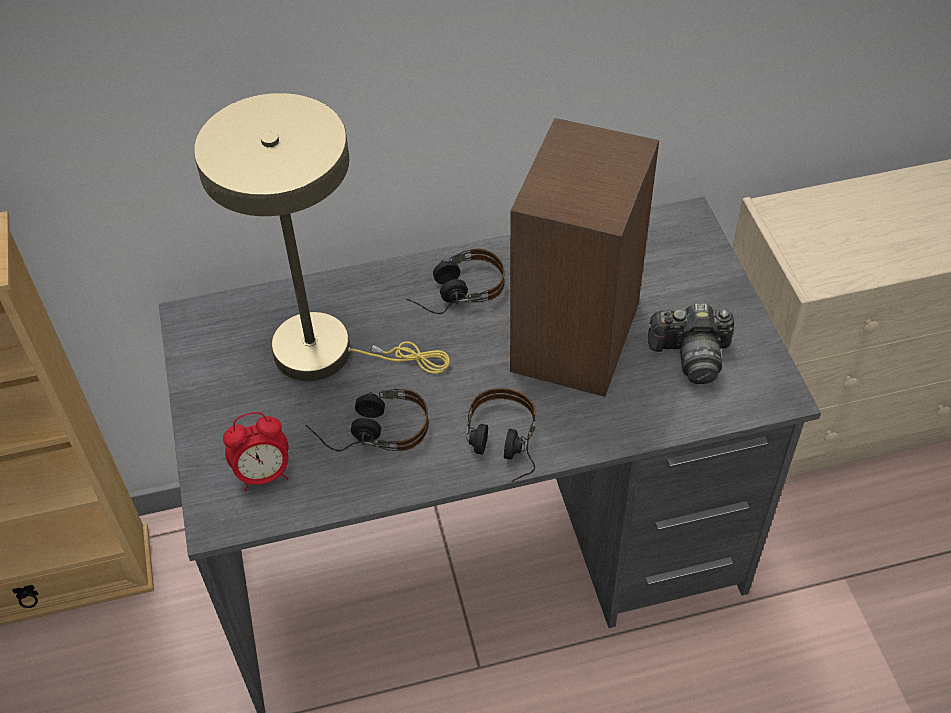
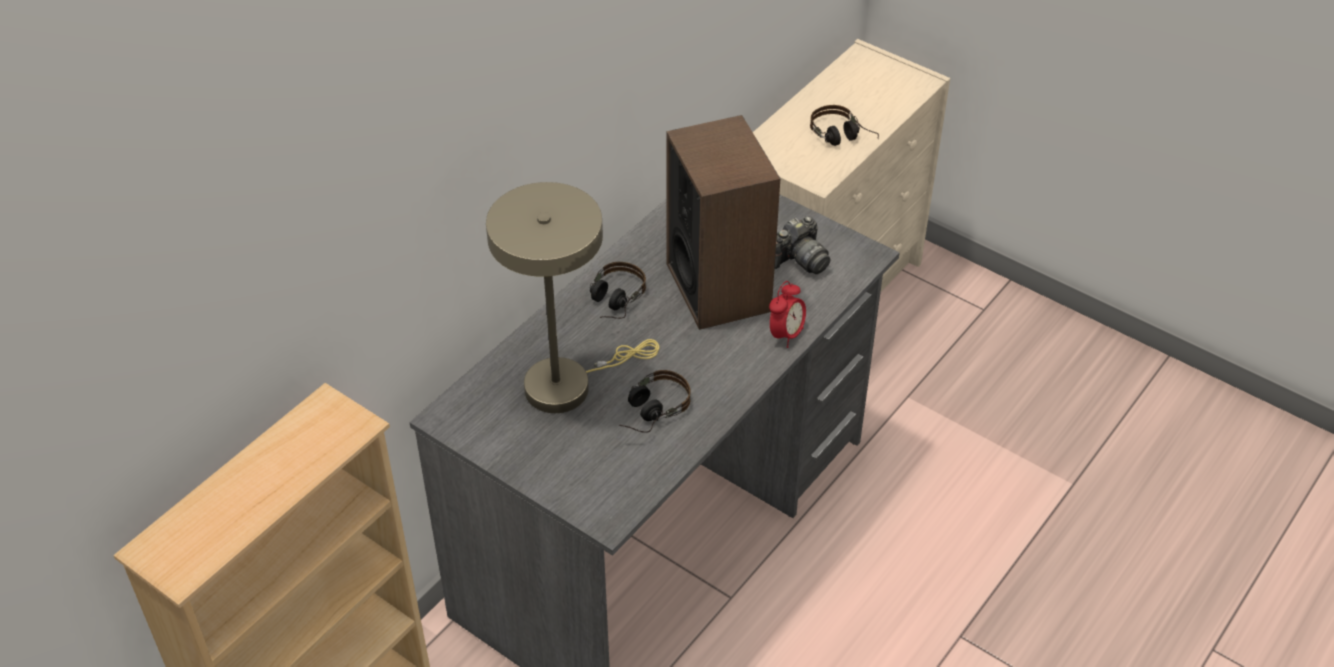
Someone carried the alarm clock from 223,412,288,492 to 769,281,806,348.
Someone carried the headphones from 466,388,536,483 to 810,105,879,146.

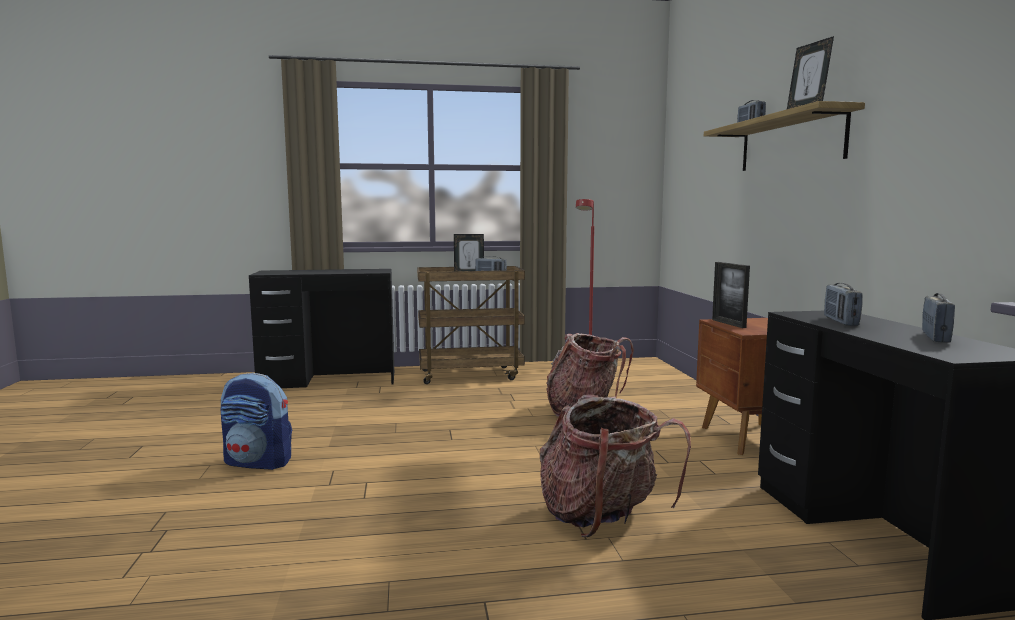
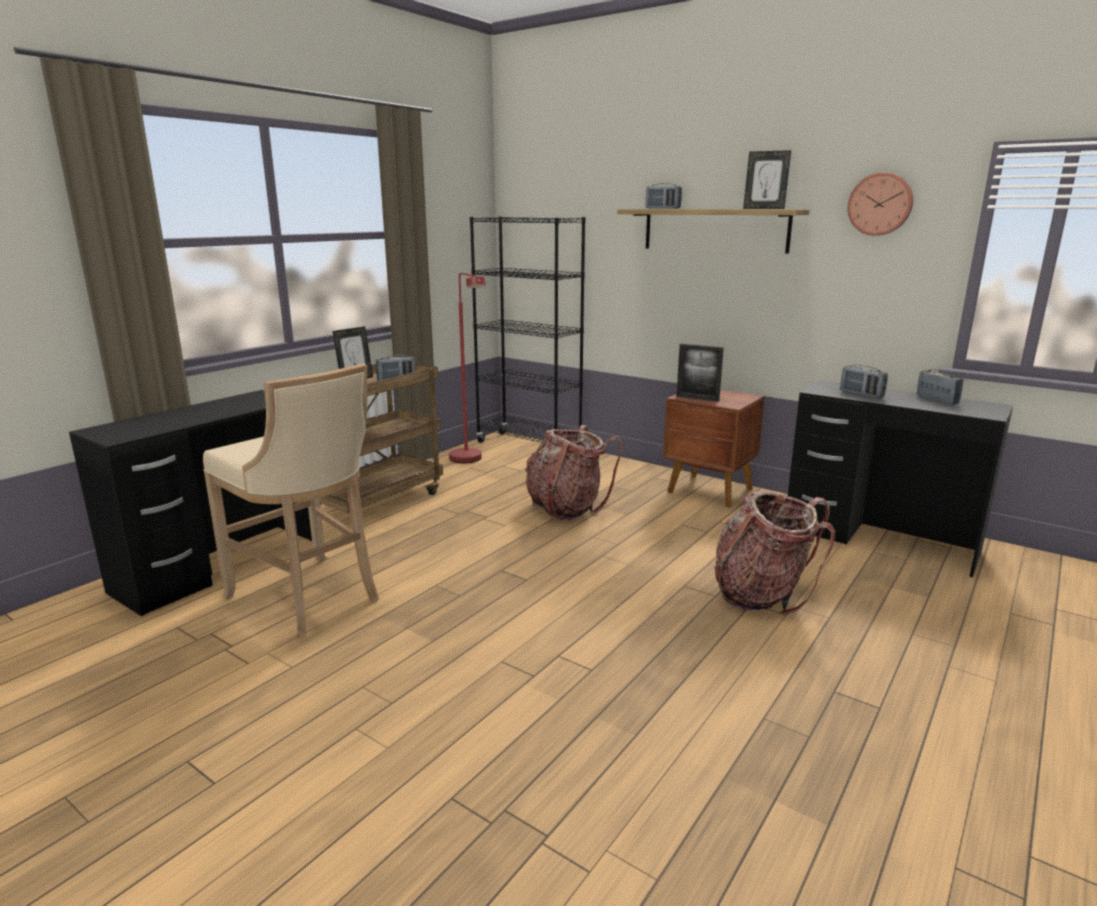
Someone put down the beige stool at 203,364,379,636.
Someone put down the black bookcase at 470,216,585,443.
Someone put up the wall clock at 848,172,913,236.
Someone took away the backpack at 221,373,292,470.

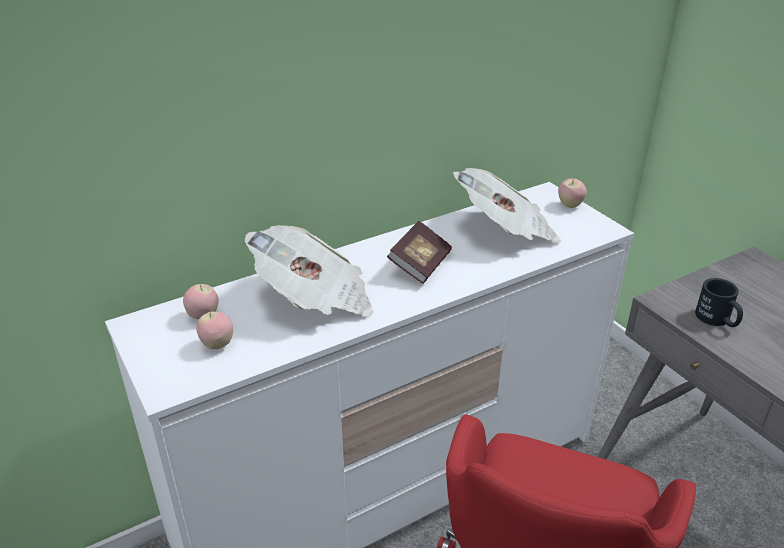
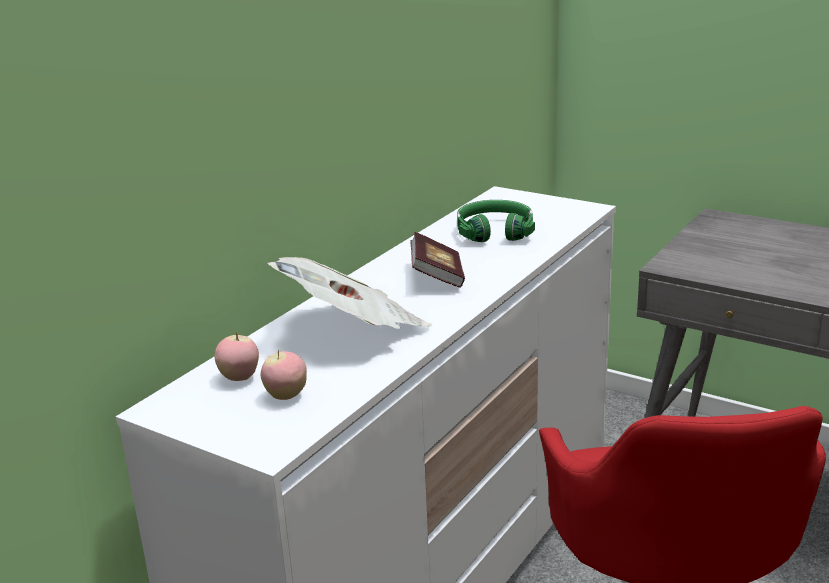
Someone swapped the newspaper at 453,168,562,242 for the green headphones at 457,200,535,242.
Someone took away the apple at 558,178,587,208.
Someone took away the black mug at 695,278,743,327.

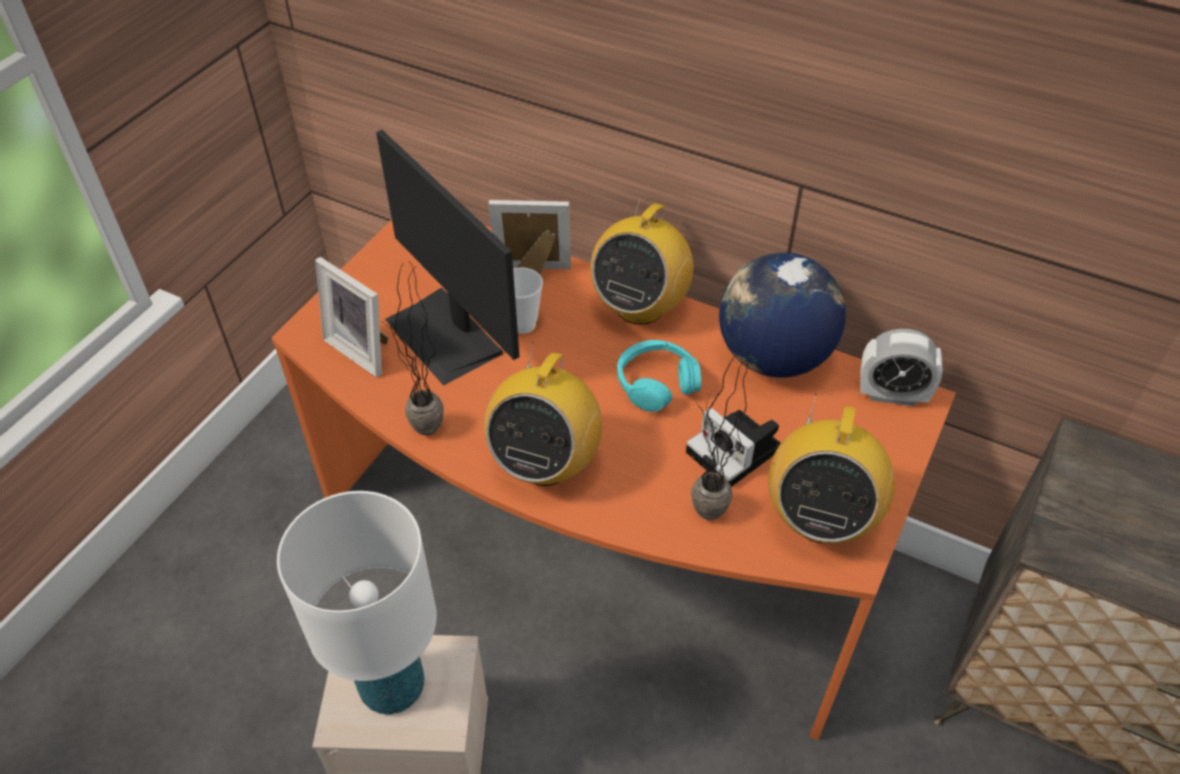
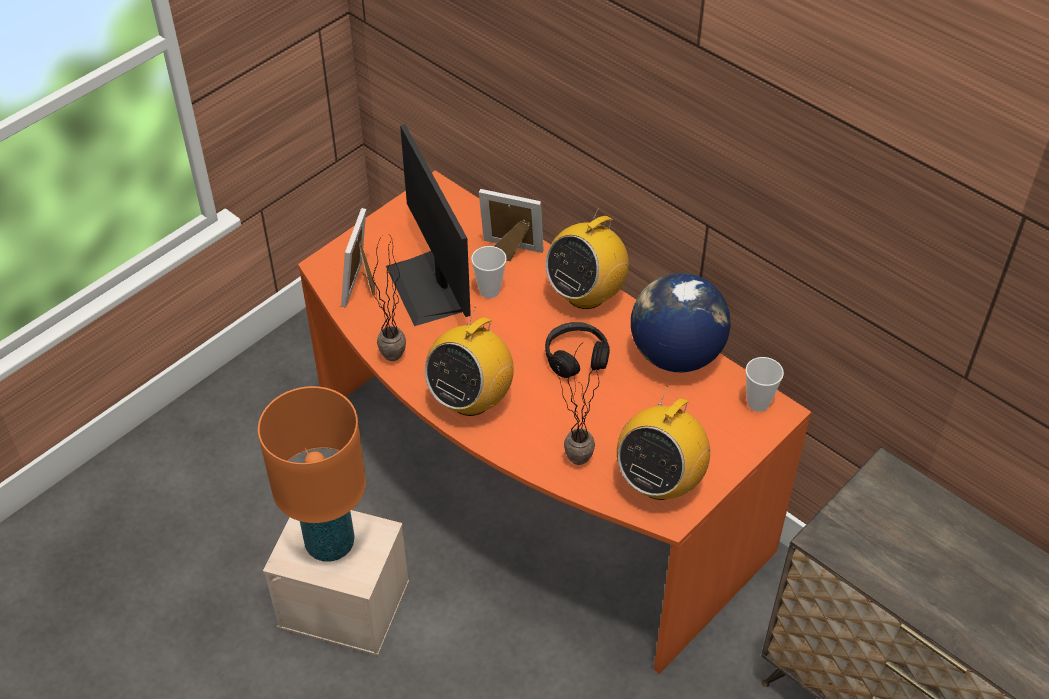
Someone repainted the white table lamp at 277,491,437,714, which became the orange table lamp at 258,386,366,562.
Someone rotated the picture frame at 315,257,389,377 by 45 degrees clockwise.
Someone repainted the turquoise headphones at 617,340,701,412, which became the black headphones at 545,322,610,378.
Someone swapped the alarm clock at 860,329,943,406 for the cup at 746,357,784,412.
Someone took away the photo camera at 686,408,781,487.

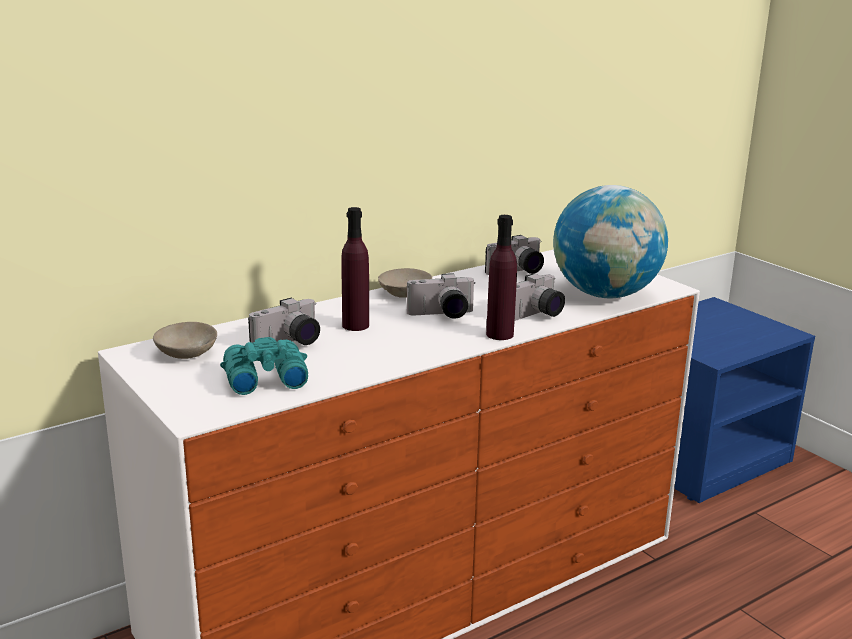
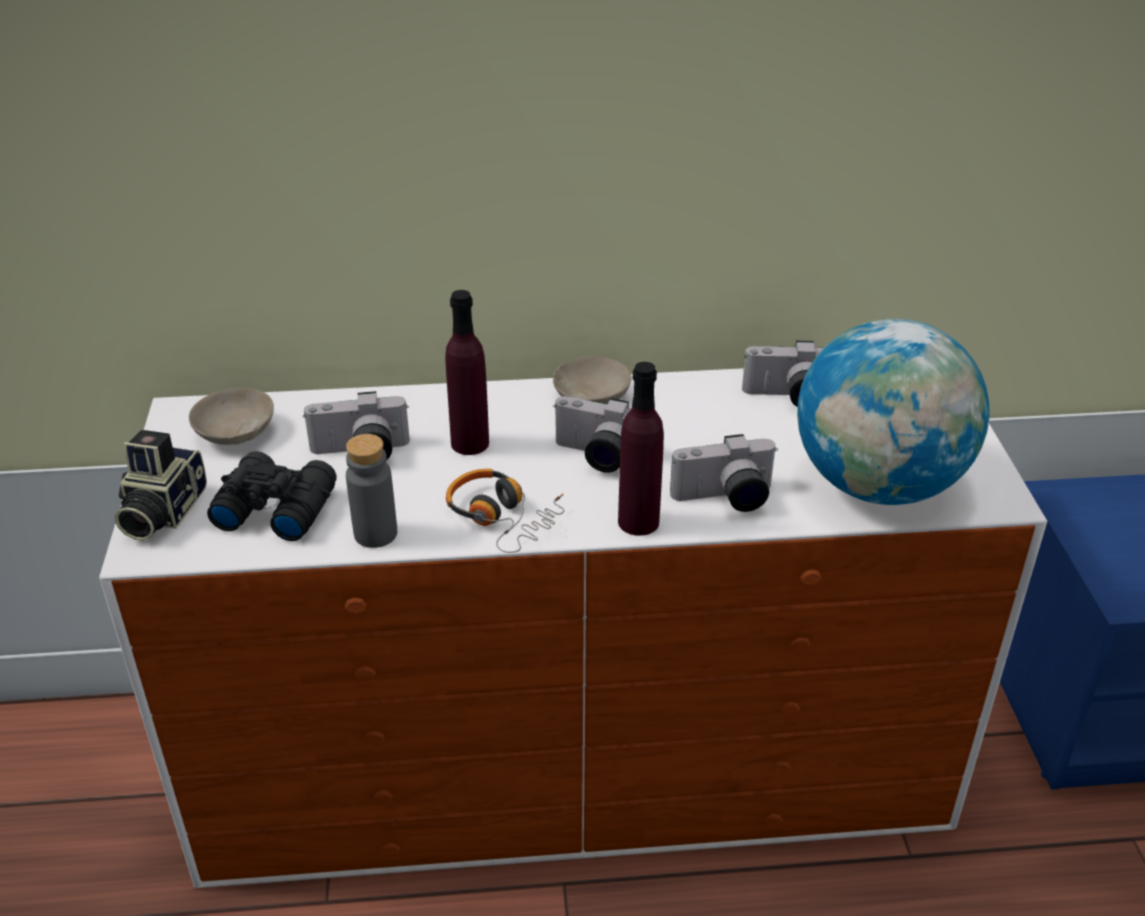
Someone put down the photo camera at 115,430,207,541.
Someone repainted the turquoise binoculars at 220,337,308,395, which became the black binoculars at 207,451,336,541.
Someone put down the grey bottle at 346,434,397,548.
Someone put down the headphones at 446,469,565,553.

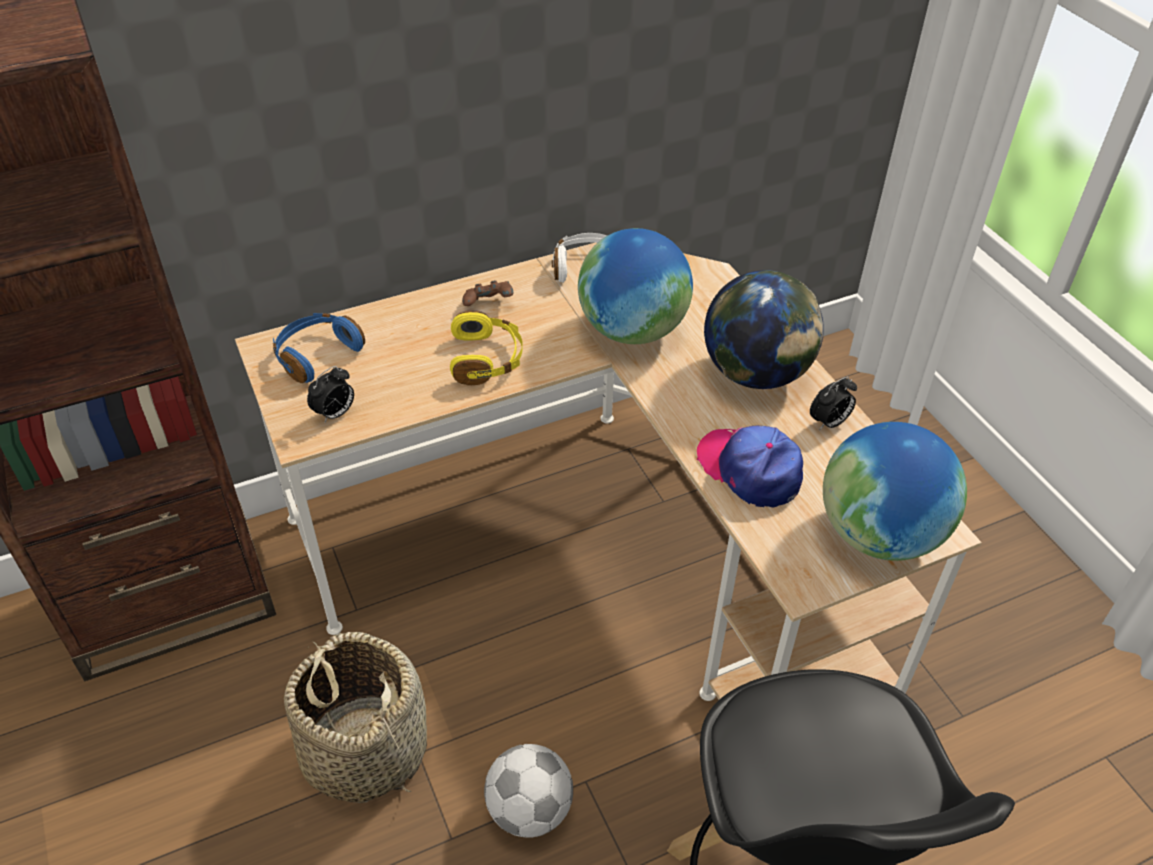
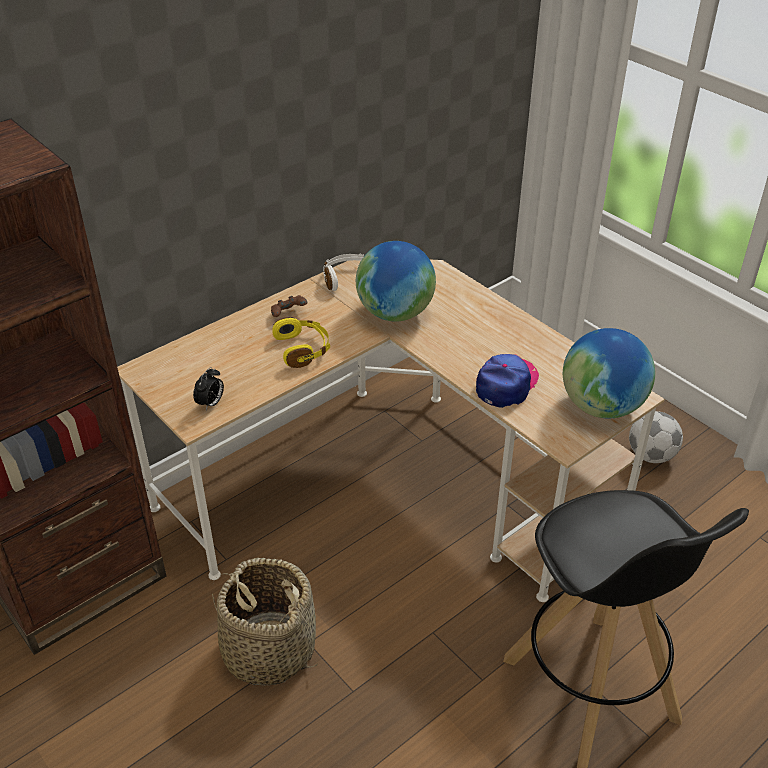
Someone rotated the cap at 697,426,803,508 by 90 degrees clockwise.
Someone carried the football from 484,744,573,838 to 629,411,683,463.
Someone took away the blue headphones at 273,313,365,383.
Someone took away the globe at 704,270,824,389.
Someone took away the alarm clock at 810,377,857,430.

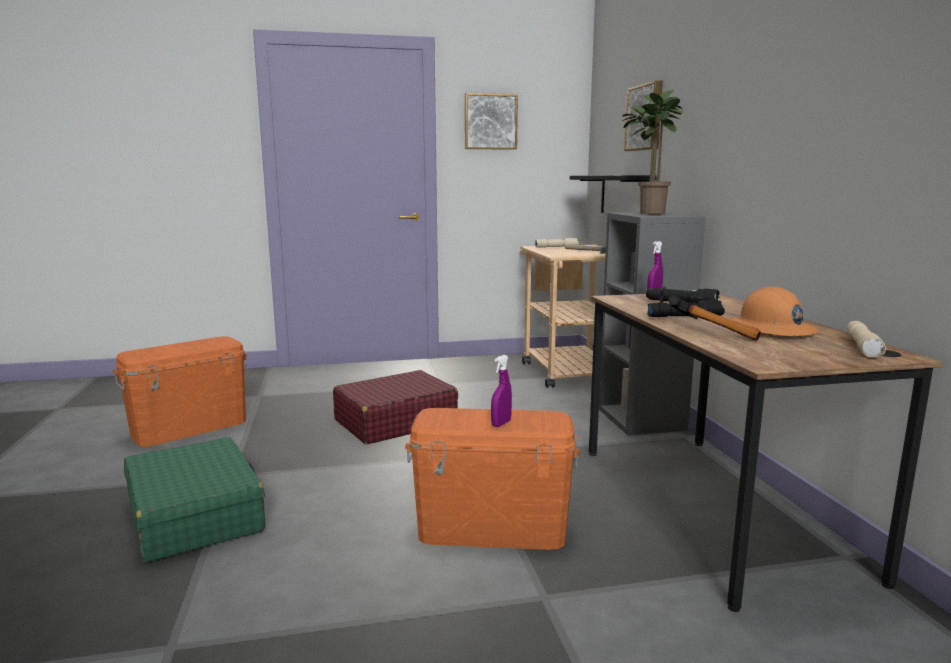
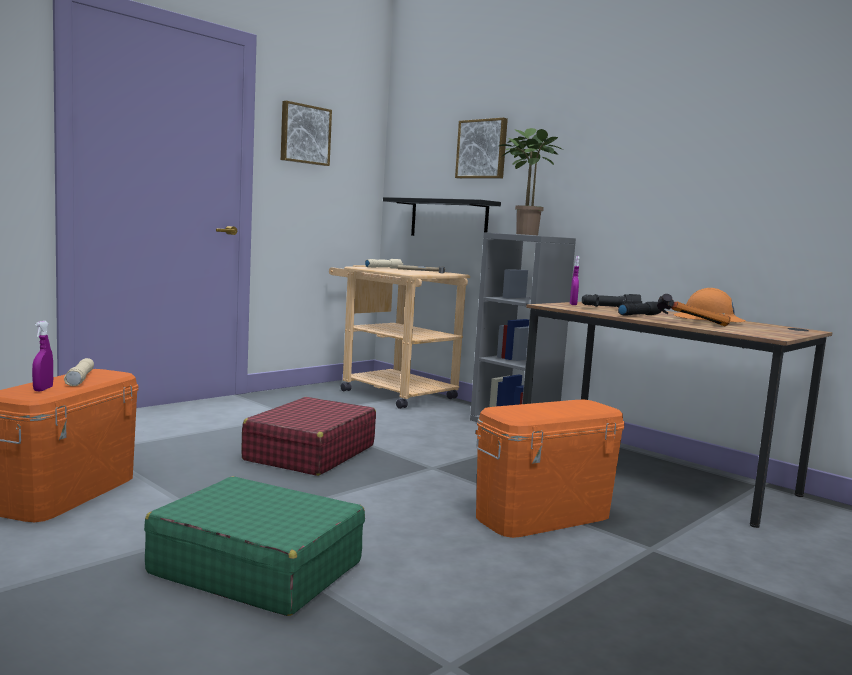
Someone carried the purple spray bottle from 491,355,512,427 to 32,321,53,391.
Someone carried the beige flashlight from 847,321,886,357 to 64,358,94,386.

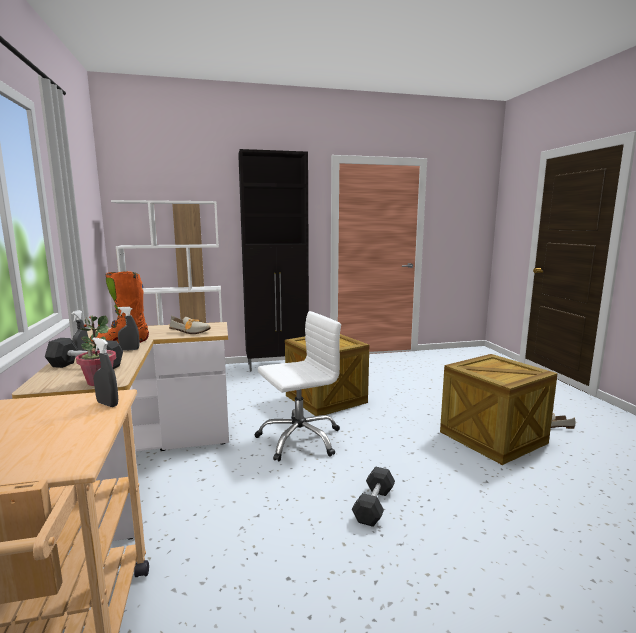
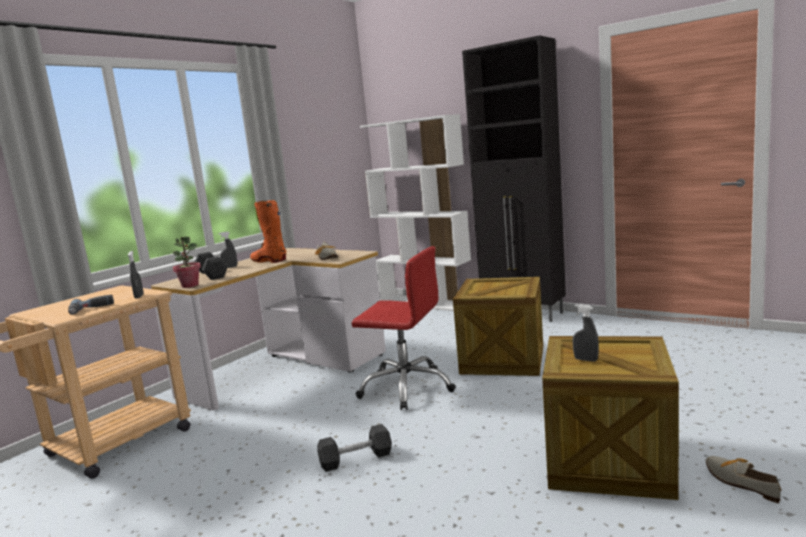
Someone put down the power drill at 68,295,114,315.
Someone repainted the white office chair at 255,311,341,461, which became the red office chair at 352,246,456,410.
Someone carried the grey spray bottle from 118,307,140,351 to 572,304,599,362.

